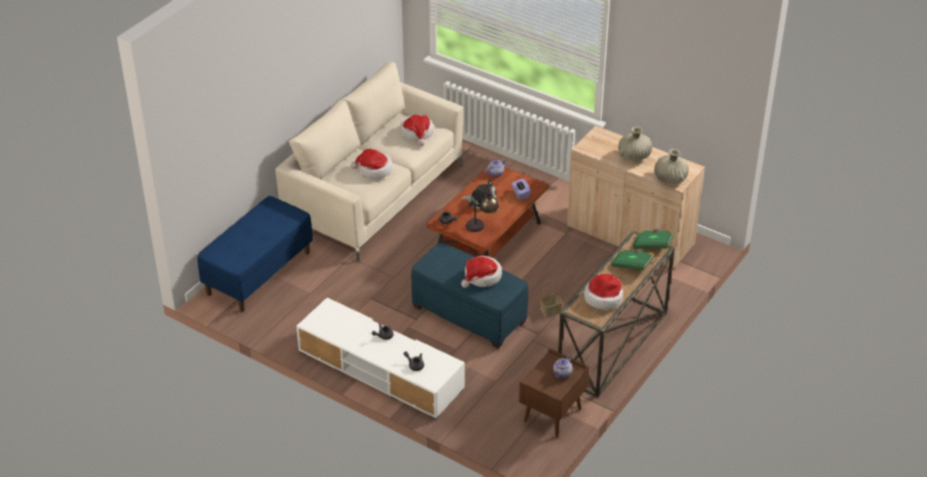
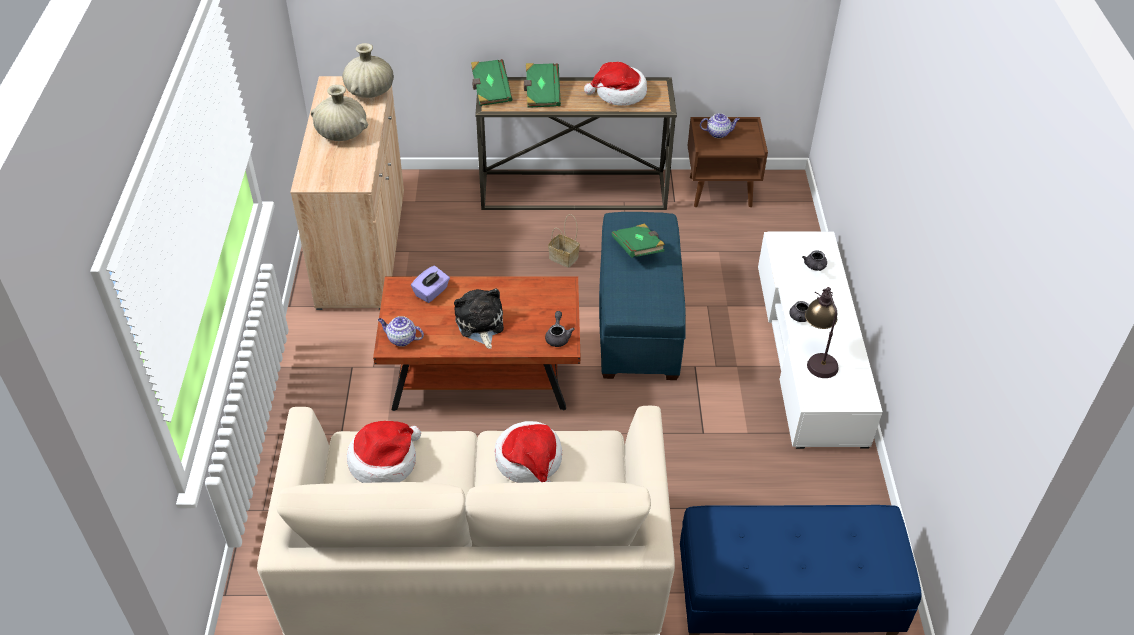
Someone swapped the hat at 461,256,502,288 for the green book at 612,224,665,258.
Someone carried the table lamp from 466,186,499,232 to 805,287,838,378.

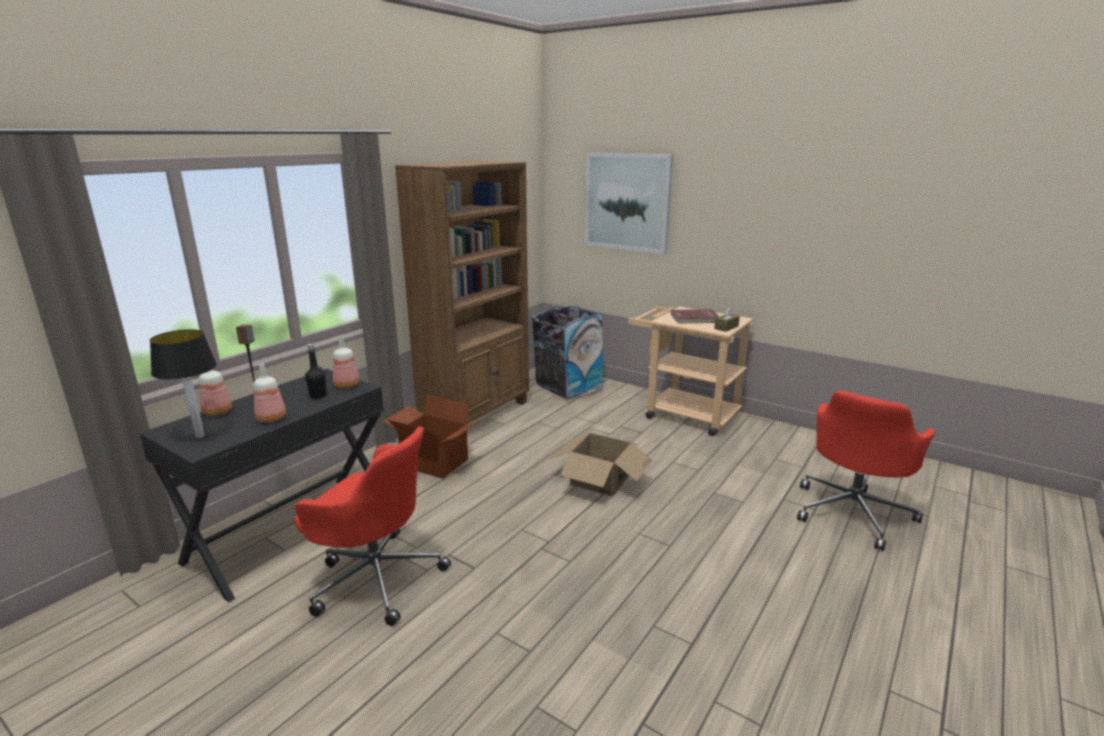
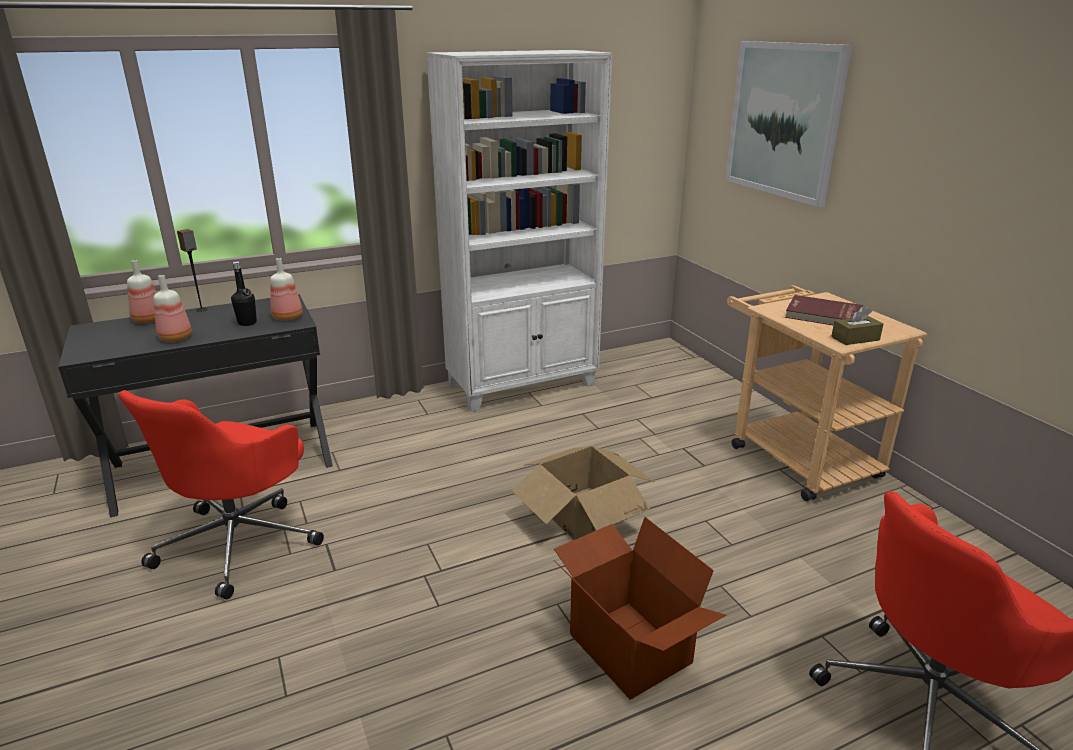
Someone rotated the red office chair at 295,427,451,626 by 60 degrees clockwise.
Someone repainted the brown bookcase at 395,161,529,424, which became the white bookcase at 426,50,612,412.
Someone carried the cardboard box from 383,395,480,479 to 554,517,726,700.
Someone took away the table lamp at 150,329,217,438.
Someone took away the trash can at 531,306,604,399.

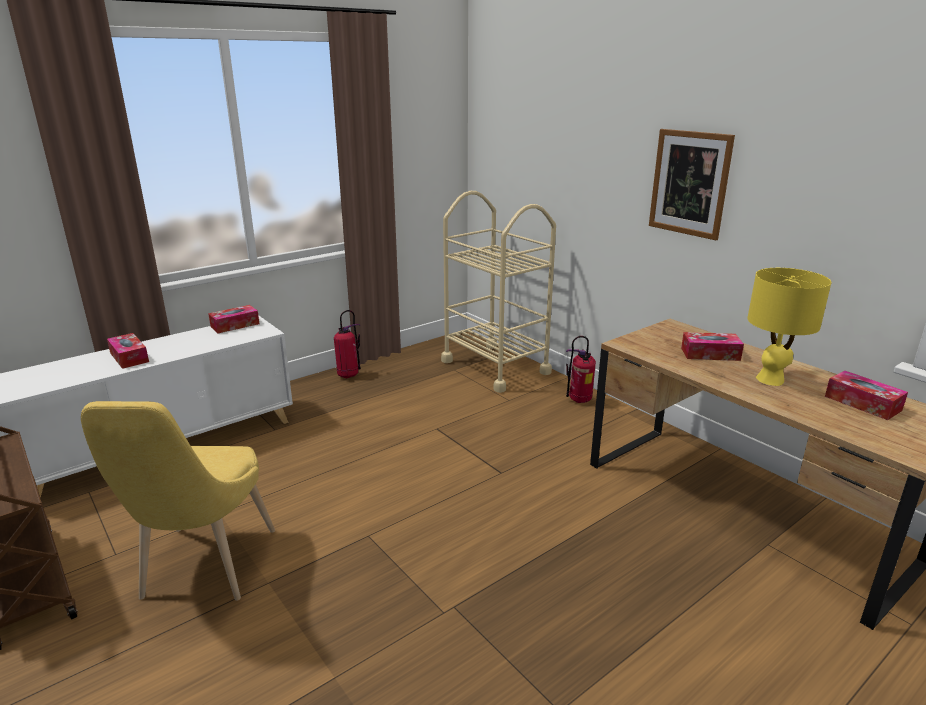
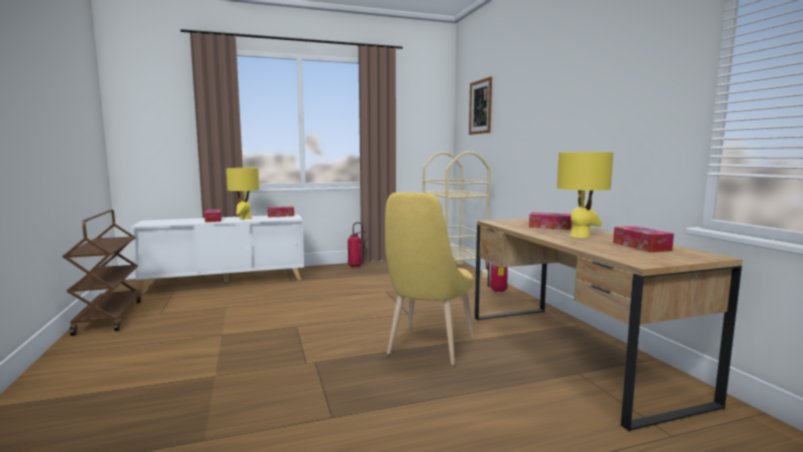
Someone put down the yellow table lamp at 226,168,260,219.
Someone carried the yellow chair from 81,401,275,601 to 385,192,474,365.
Someone carried the picture from 649,129,735,240 to 469,77,492,135.

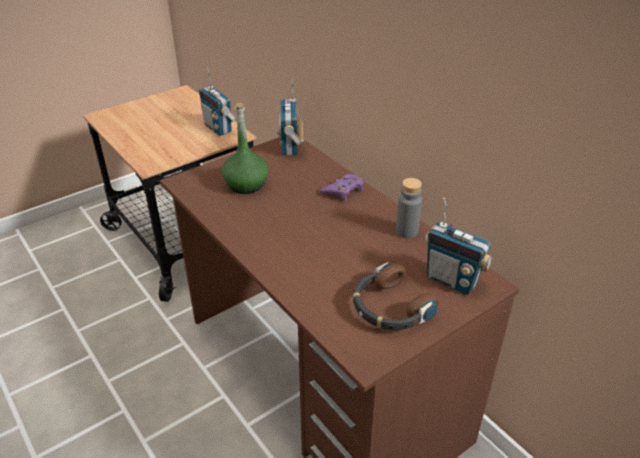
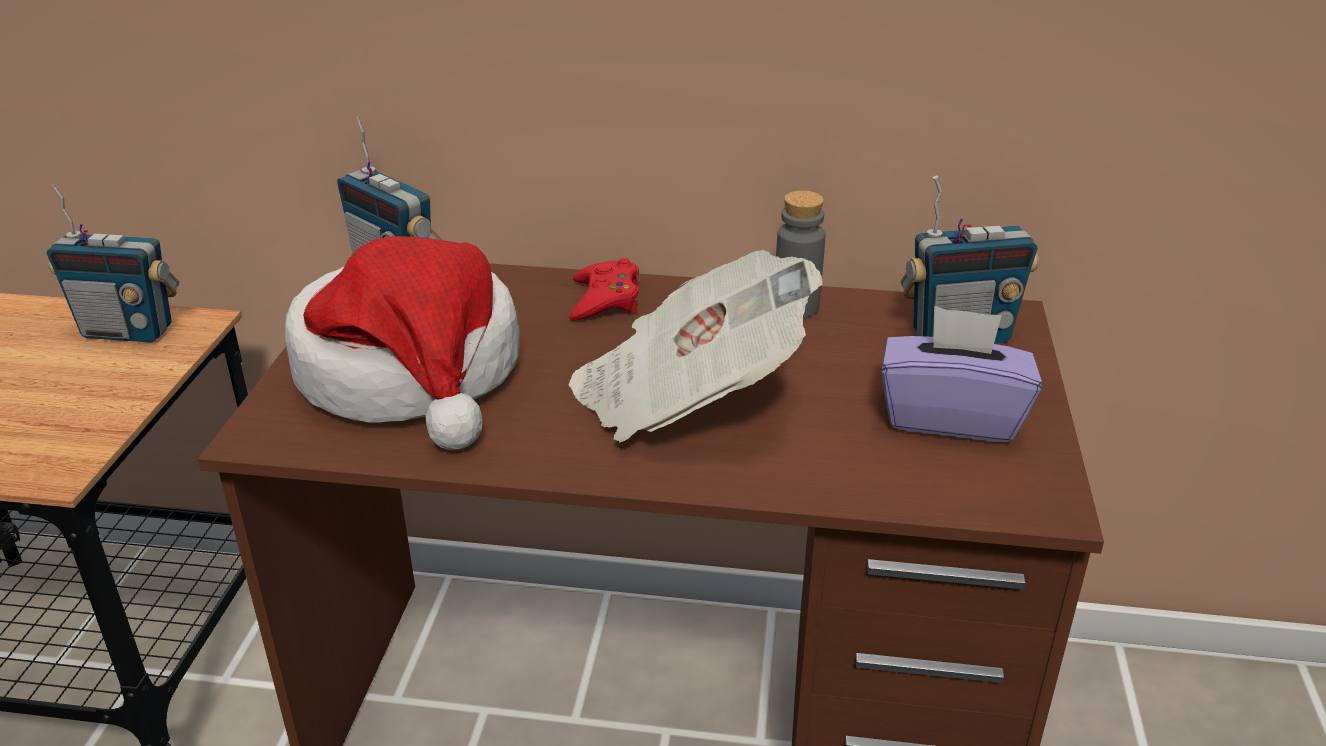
Someone swapped the green bottle at 222,103,269,194 for the hat at 285,236,520,450.
Someone put down the newspaper at 569,250,823,442.
Someone repainted the purple game controller at 319,174,364,201, which became the red game controller at 569,258,639,321.
Someone swapped the headphones at 353,262,439,330 for the purple tissue box at 881,306,1042,442.

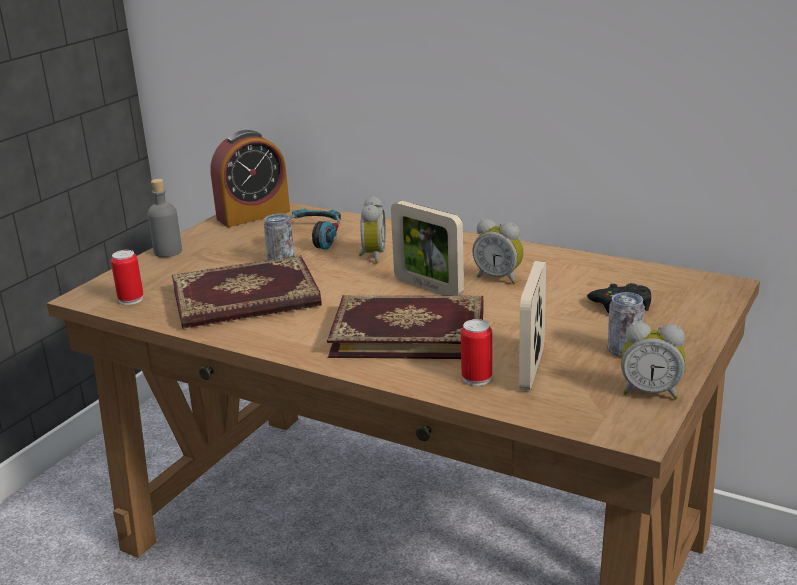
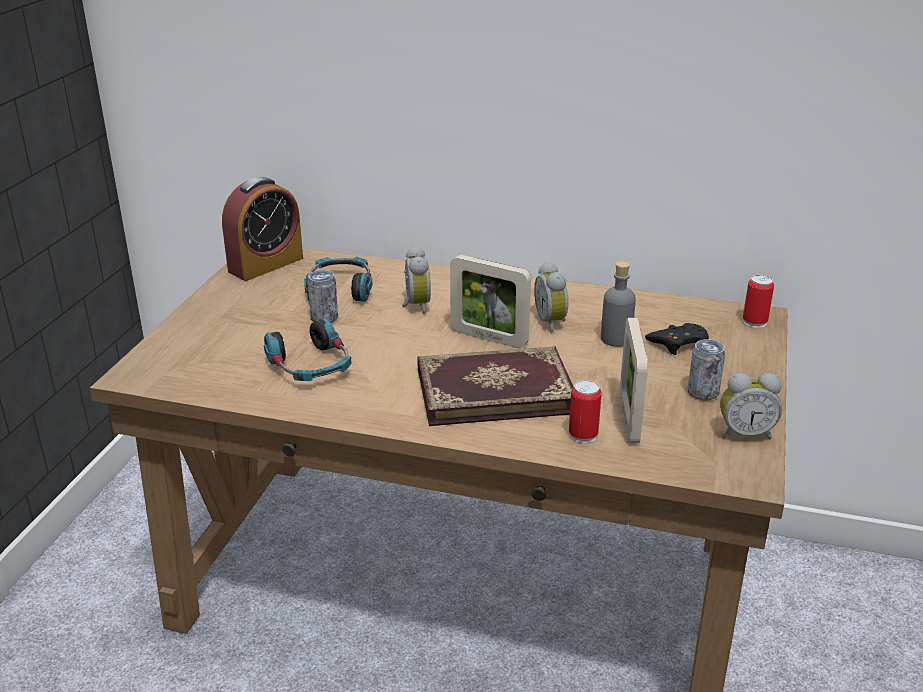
Someone swapped the book at 172,255,321,329 for the headphones at 264,318,352,381.
Someone rotated the alarm clock at 472,219,524,284 by 60 degrees clockwise.
Someone carried the grey bottle from 148,179,182,257 to 601,261,636,347.
Someone carried the can from 111,250,143,305 to 743,275,774,328.

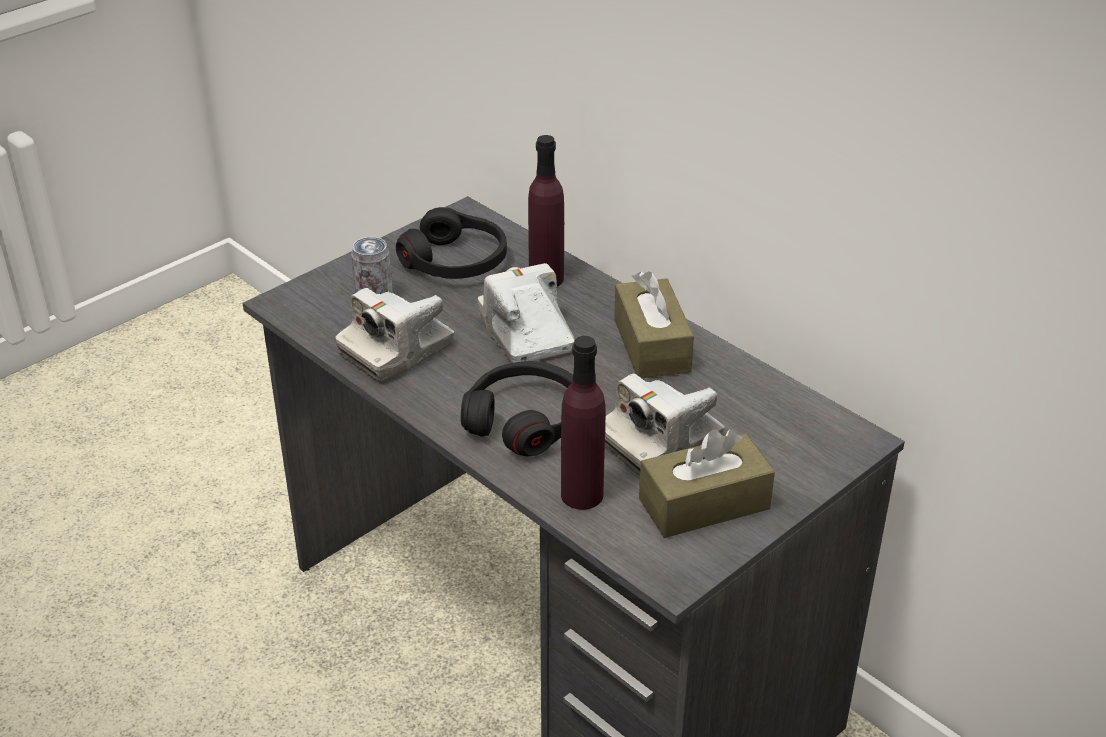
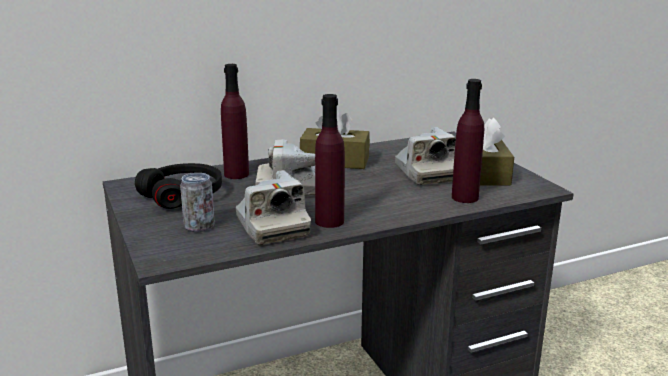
Someone put down the purple bottle at 315,94,345,228.
Someone took away the black headphones at 461,361,573,456.

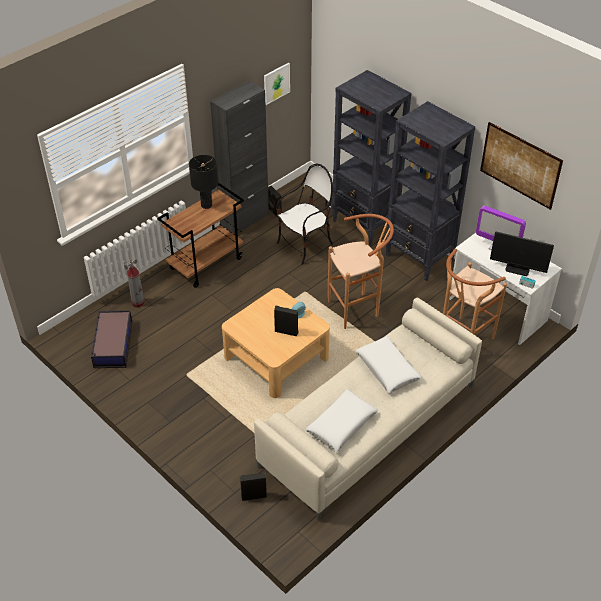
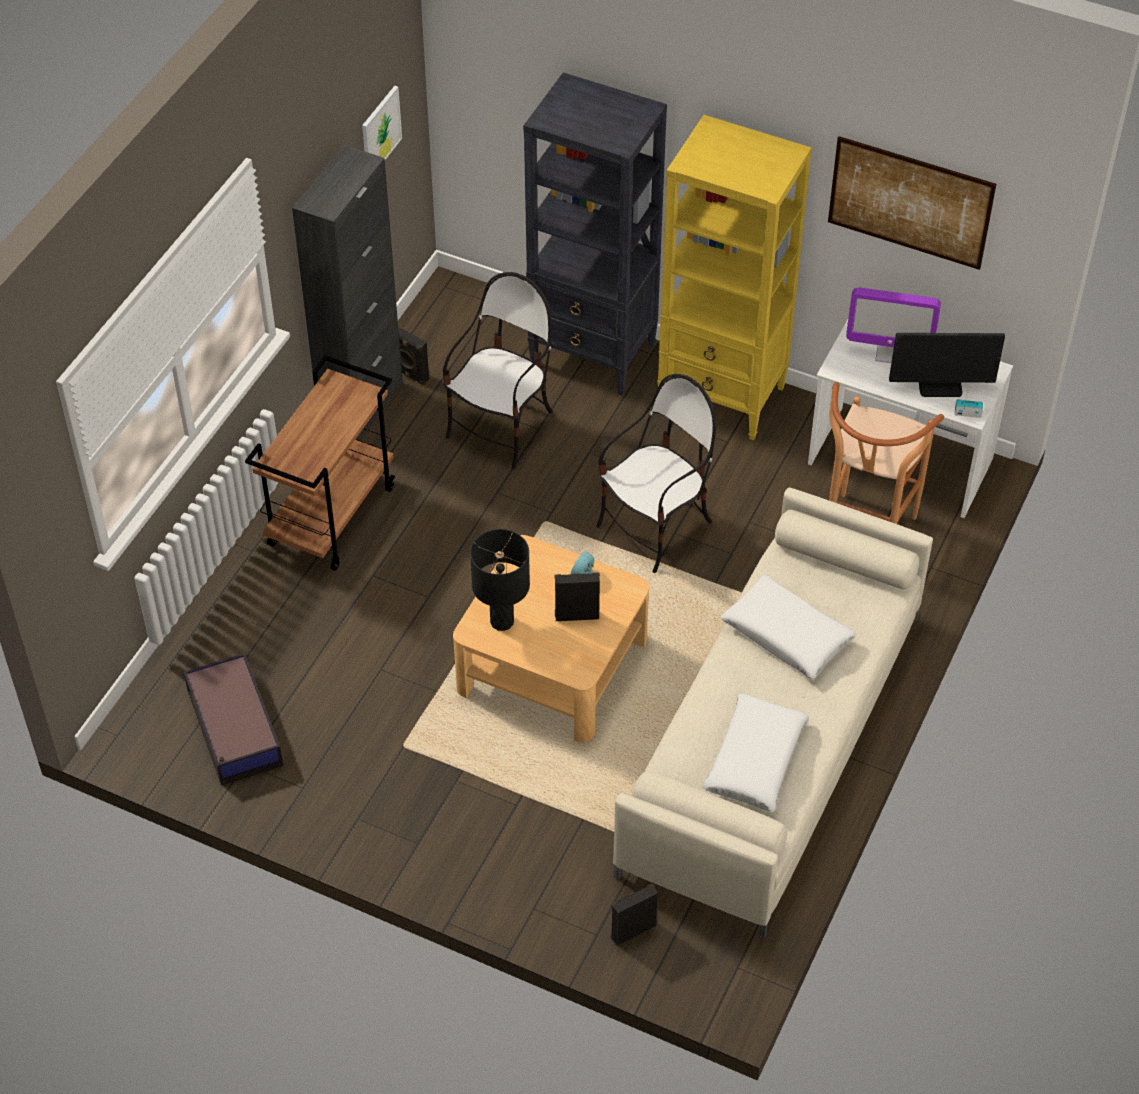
Someone carried the black table lamp from 189,155,219,209 to 470,529,530,631.
Someone swapped the brown stool at 328,214,394,329 for the chair at 596,374,717,573.
Someone repainted the black bookcase at 385,101,475,281, which became the yellow bookcase at 657,115,812,440.
Someone took away the fire extinguisher at 124,258,144,307.

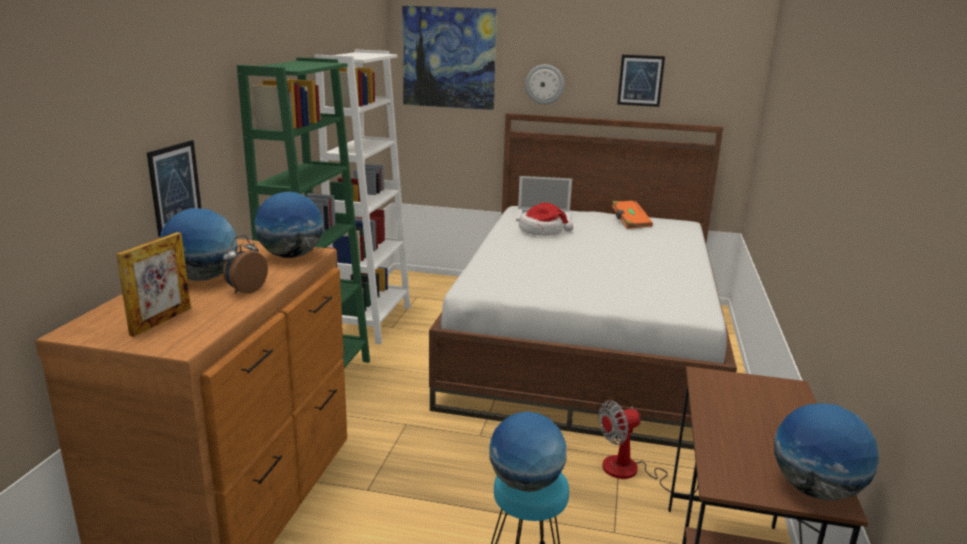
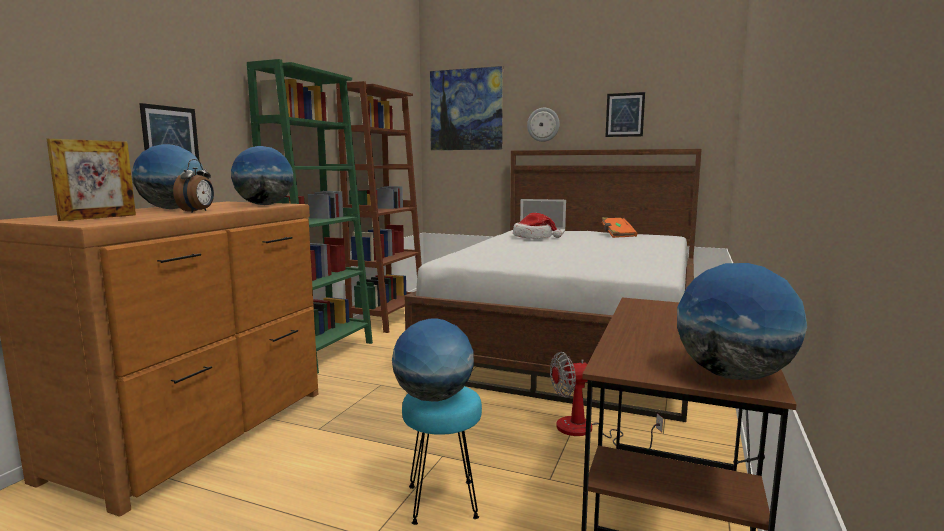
Someone rotated the alarm clock at 223,235,268,294 by 150 degrees clockwise.
Someone repainted the white bookcase at 315,50,410,344, which became the brown bookcase at 336,81,422,333.

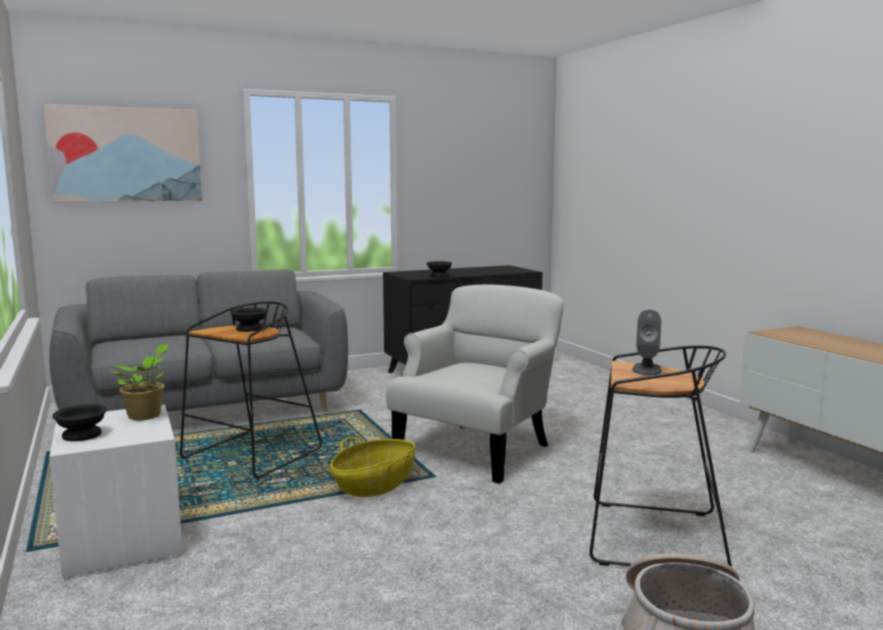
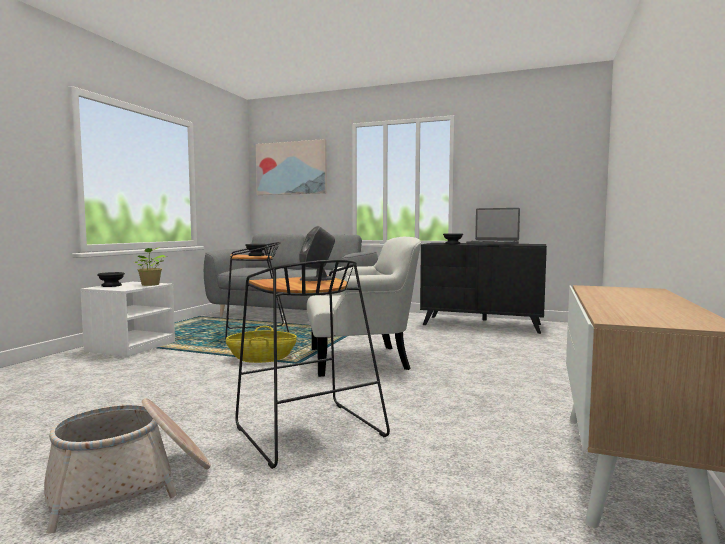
Someone put down the laptop at 466,208,520,245.

